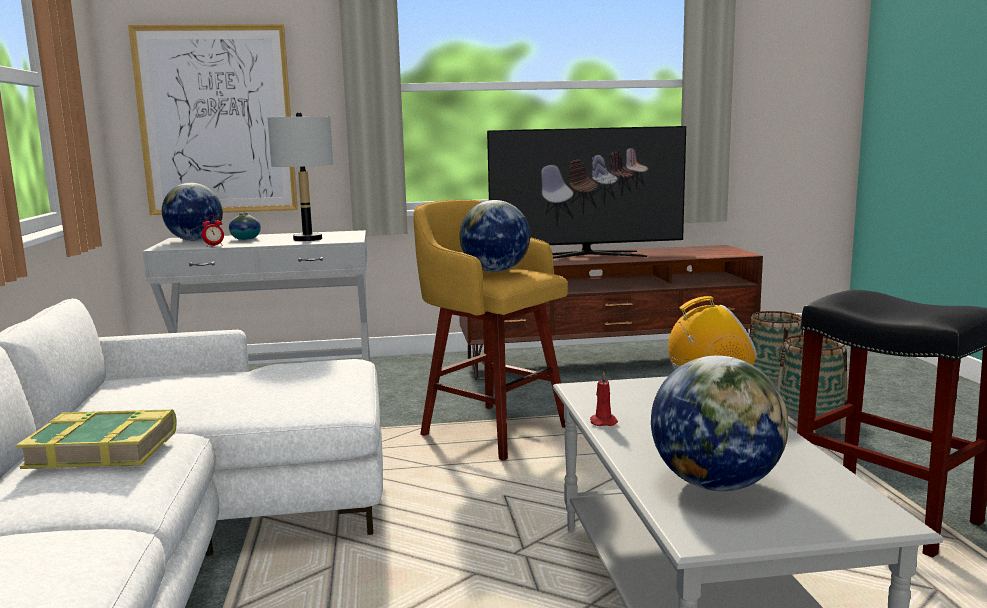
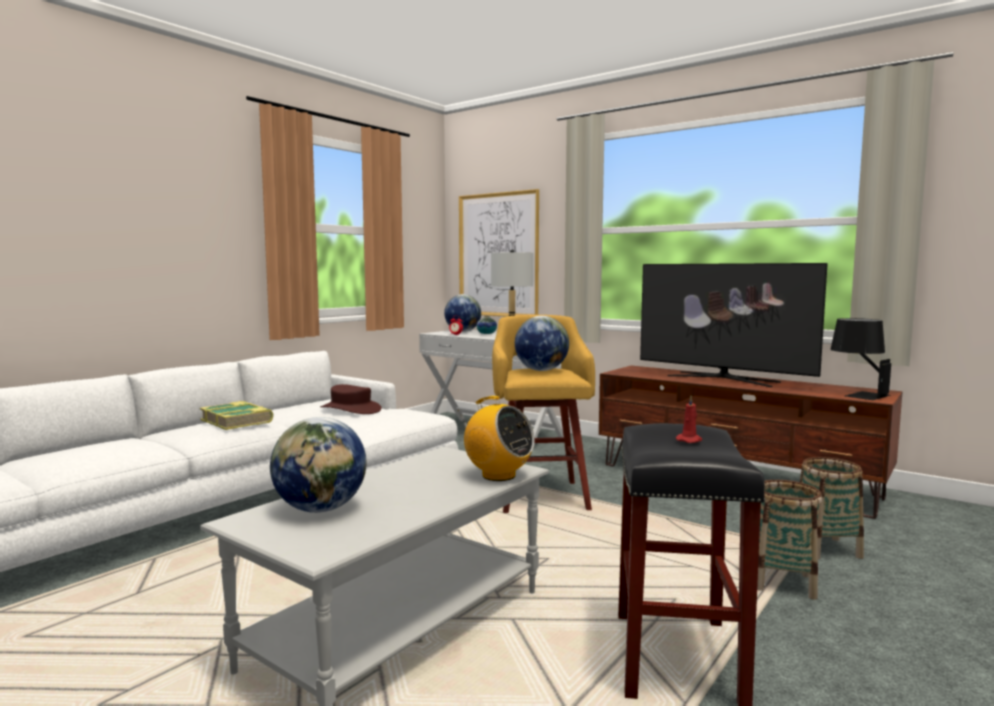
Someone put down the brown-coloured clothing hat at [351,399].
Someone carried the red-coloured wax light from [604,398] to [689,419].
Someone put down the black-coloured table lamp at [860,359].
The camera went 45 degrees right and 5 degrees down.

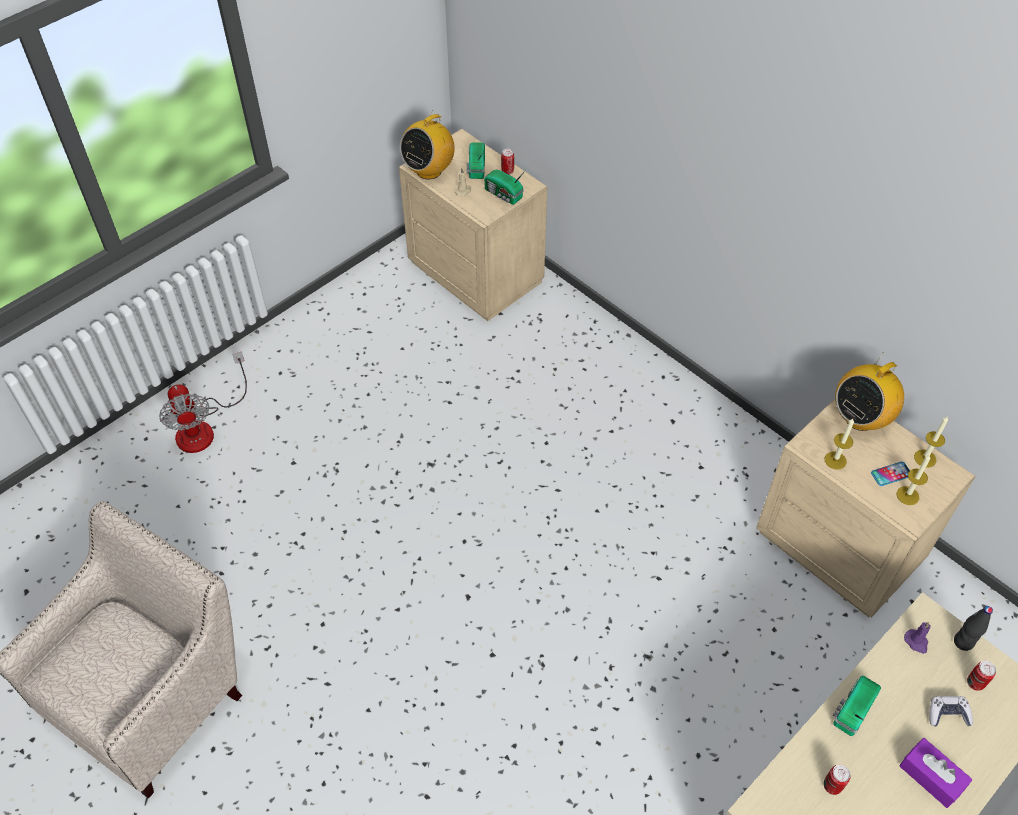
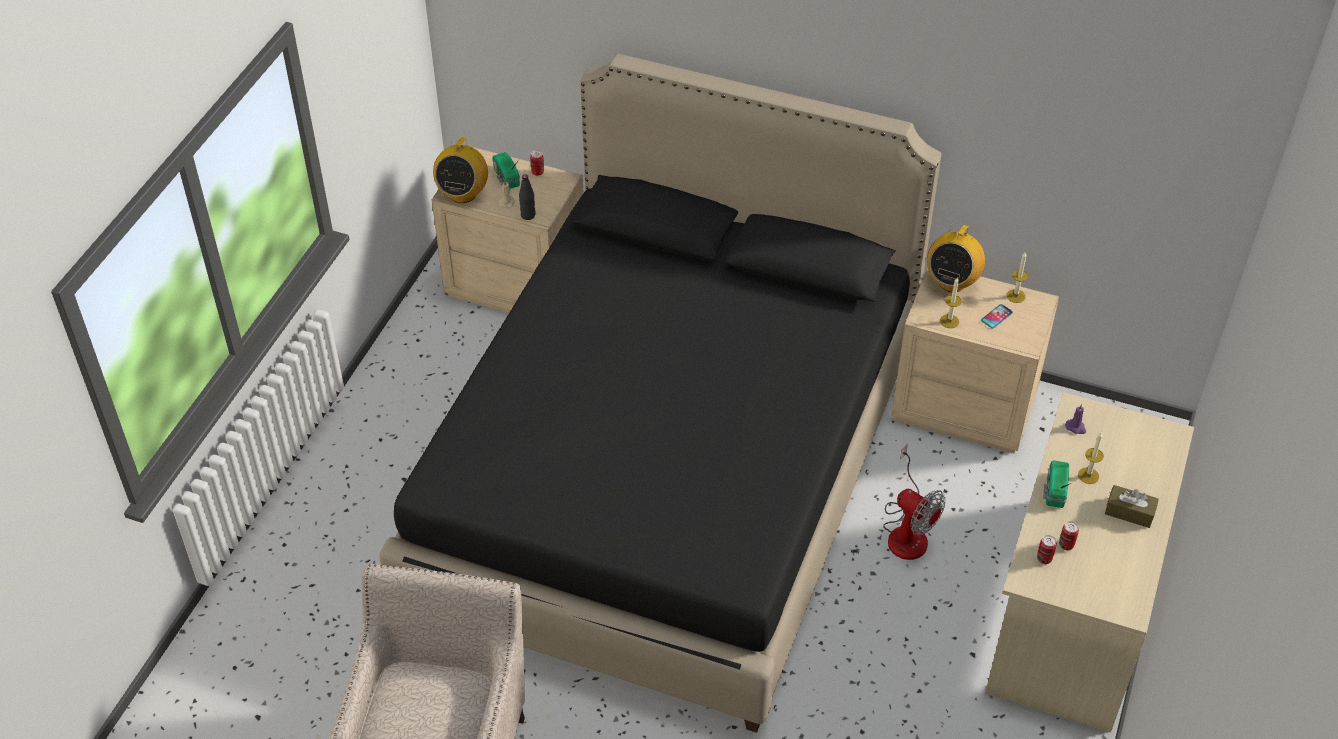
Someone put down the black-coloured sleeping bed at [660,393].
Someone carried the black-coloured beverage bottle from [973,628] to [527,197].
Someone carried the fan from [203,402] to [914,502].
Someone carried the can from [981,676] to [1047,549].
Someone carried the wax light from [914,480] to [1091,458].
Someone repainted the purple tissue box at [935,773], which became the brown-coloured tissue box at [1132,506].
Someone took away the radio receiver at [504,187].
Someone took away the joypad at [951,711].
The camera went 25 degrees left and 5 degrees down.

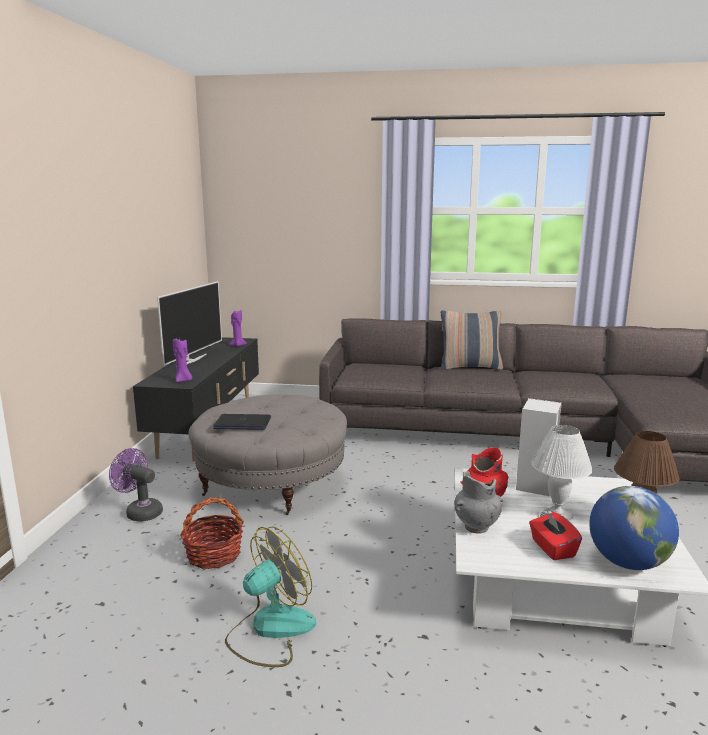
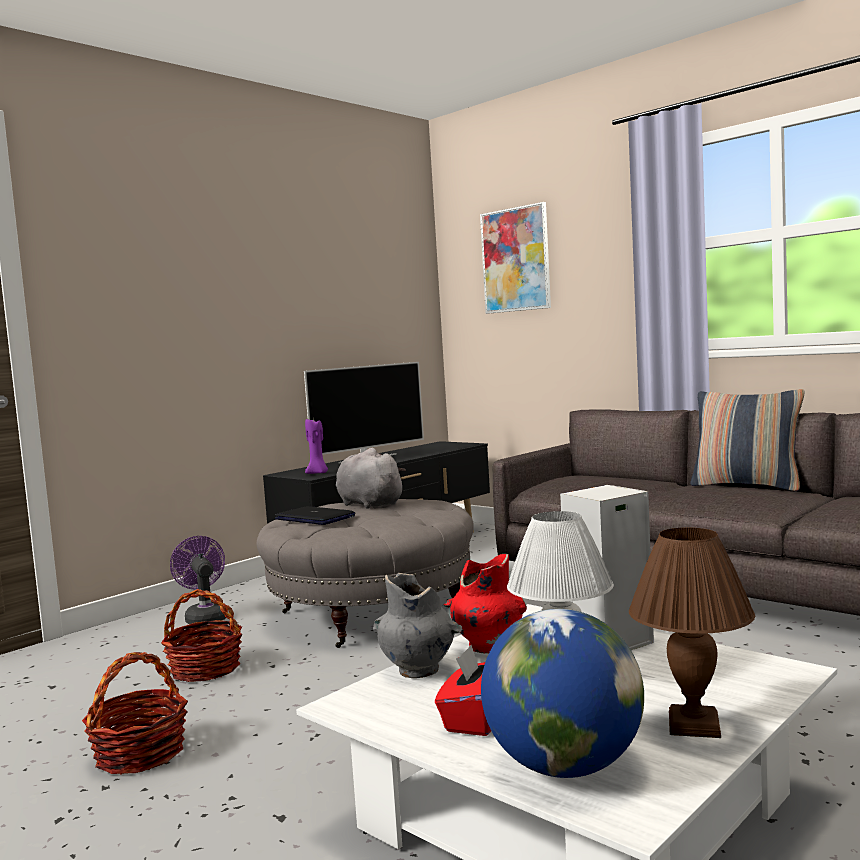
Someone swapped the fan at [270,596] for the household basket at [135,713].
Someone put down the greyish plush toy at [371,478].
Someone put up the wall picture at [515,258].
Someone took away the purple wax light at [238,328].
The camera went 35 degrees right and 10 degrees down.

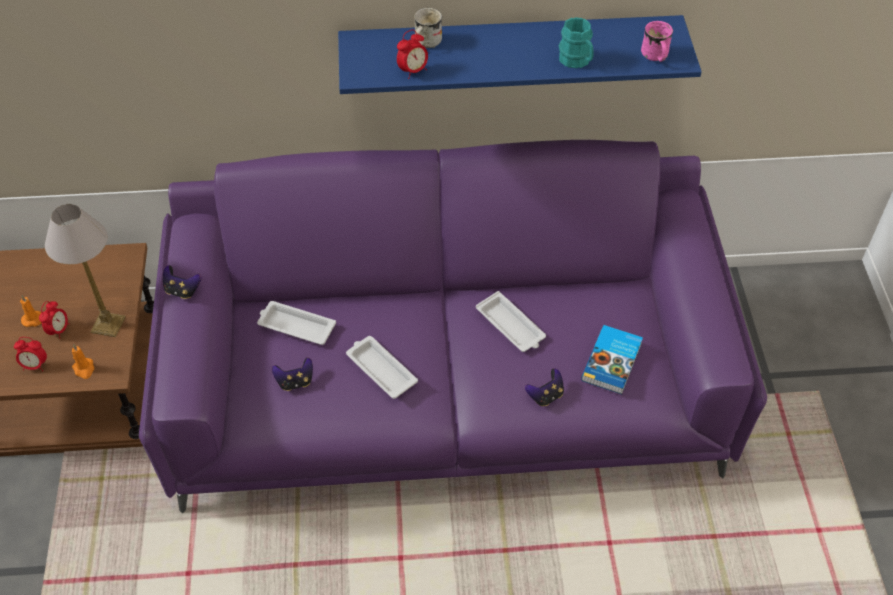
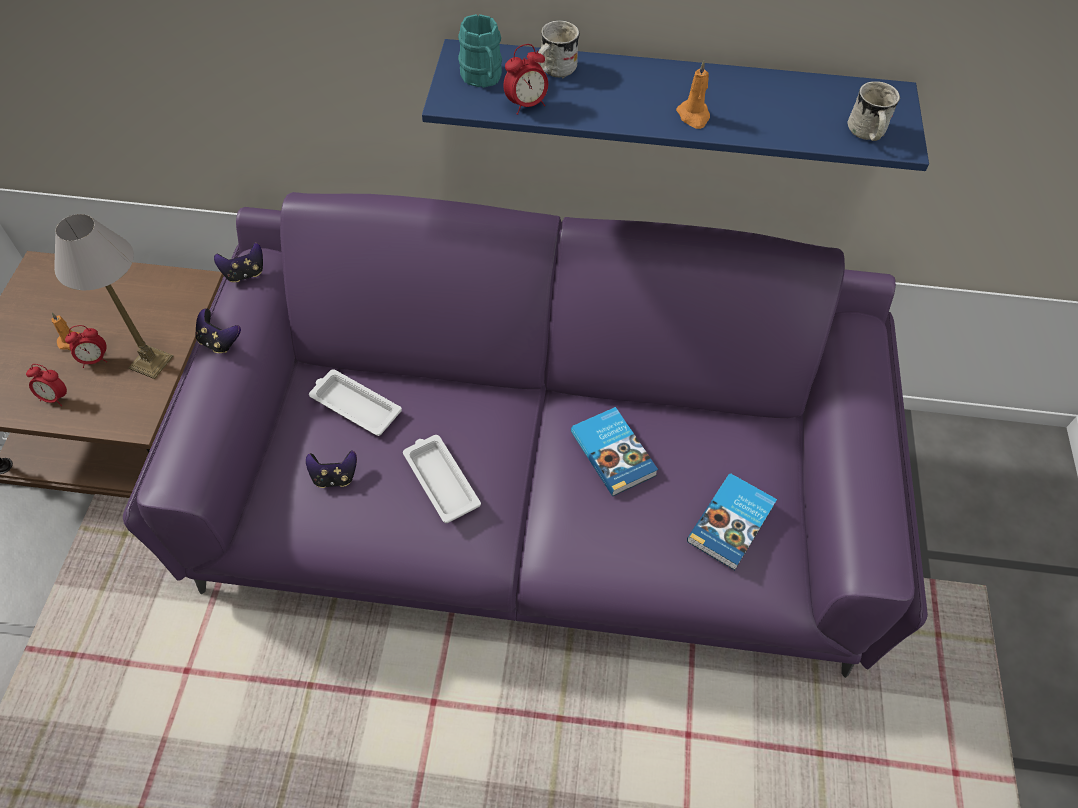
Someone rotated the table clock at [54,320] by 45 degrees clockwise.
Someone carried the joypad from [544,387] to [238,263].
Someone carried the turquoise-coloured coffee mug from [576,42] to [480,51].
Someone swapped the white tray at [511,321] for the book at [614,451].
Someone carried the orange wax light from [83,361] to [693,94].
Someone repainted the pink coffee mug at [657,41], which became the white coffee mug at [873,111].
The camera went 10 degrees right and 5 degrees up.

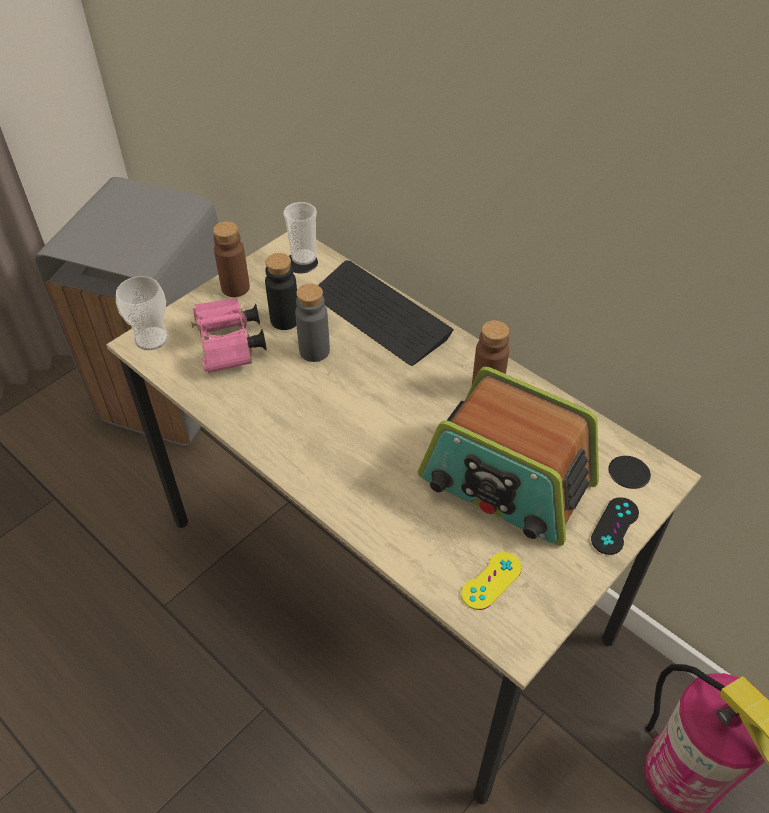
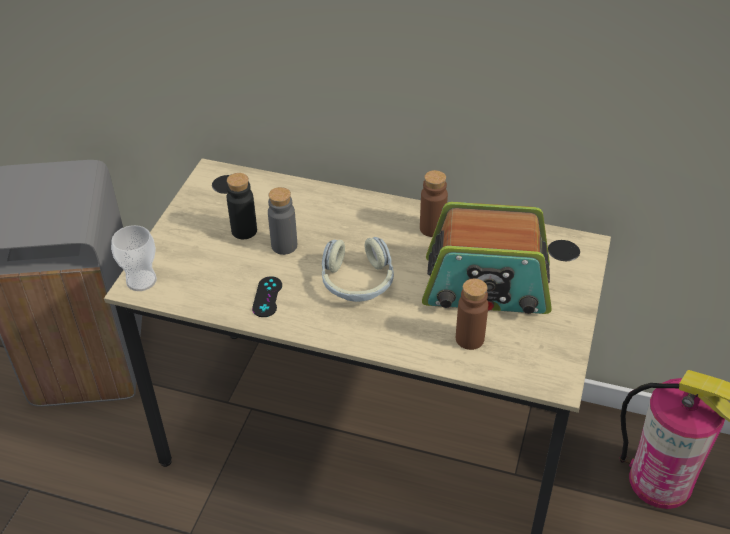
Someone carried the black-coloured joypad from [615,526] to [267,296].
Someone put down the headset at [358,269].
Someone carried the brown-coloured beverage bottle from [231,259] to [472,314].
Someone took away the pink field glasses at [229,335].
Someone took away the small cup at [300,233].
Someone took away the PC keyboard at [386,313].
Someone took away the yellowish joypad at [491,581].
The camera went 25 degrees left and 5 degrees down.

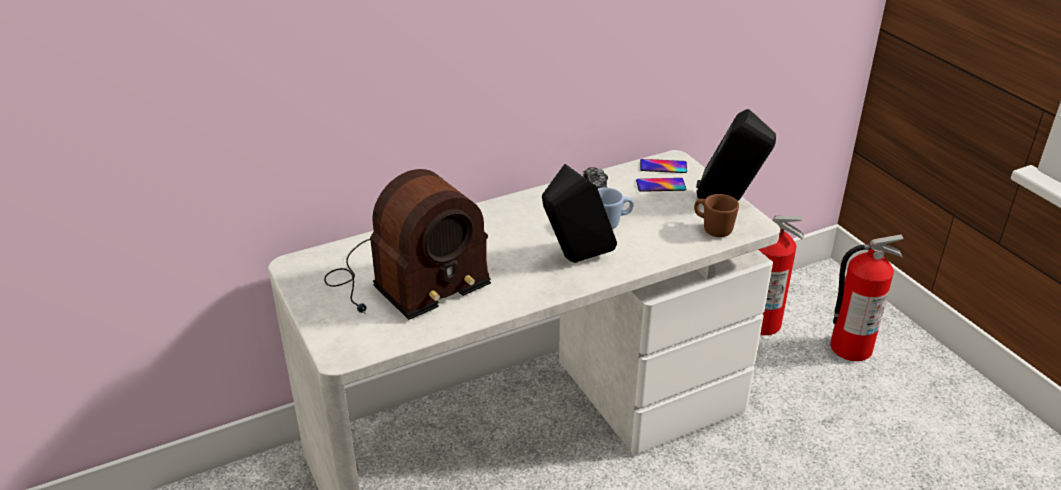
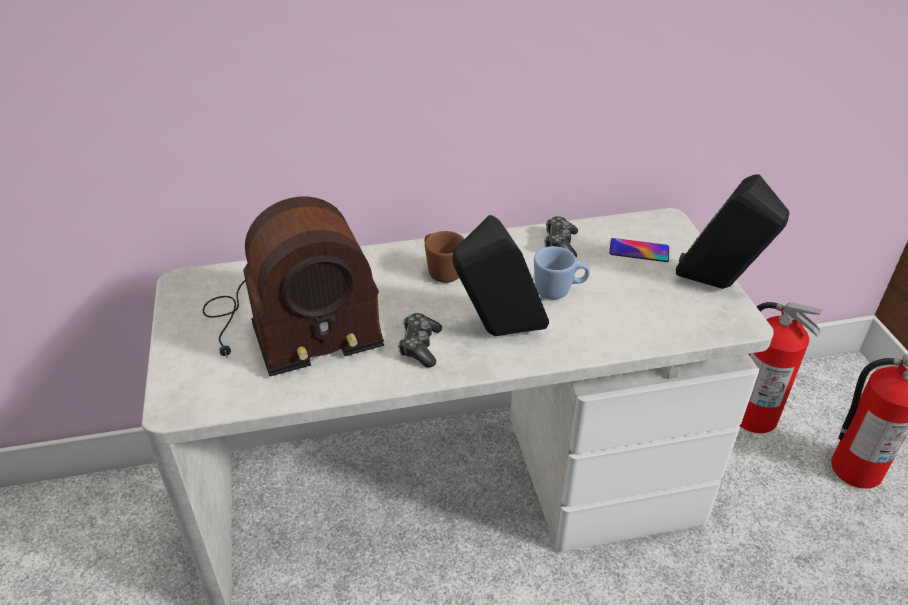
Someone put down the joypad at [420,340].
Someone carried the brown-coloured coffee mug from [716,215] to [444,257].
Someone took away the handset at [663,166].
The camera went 15 degrees right and 5 degrees up.

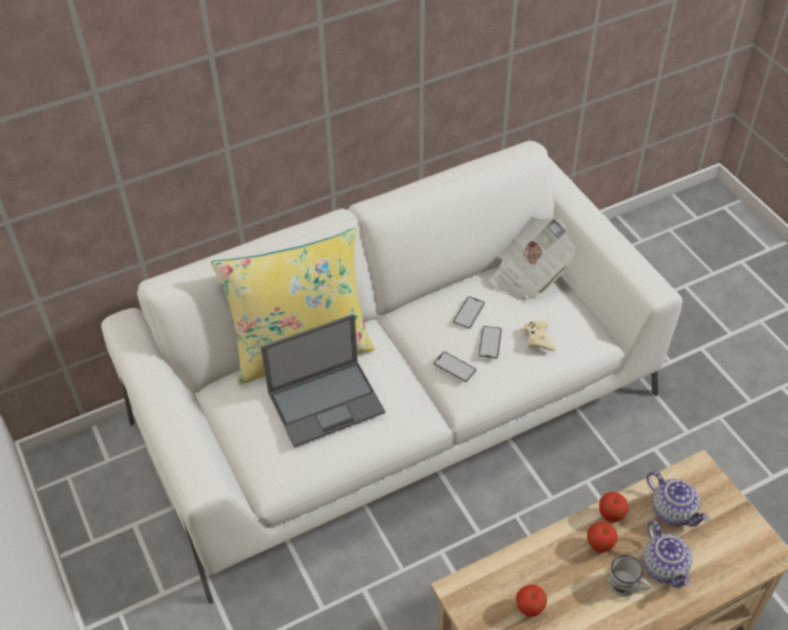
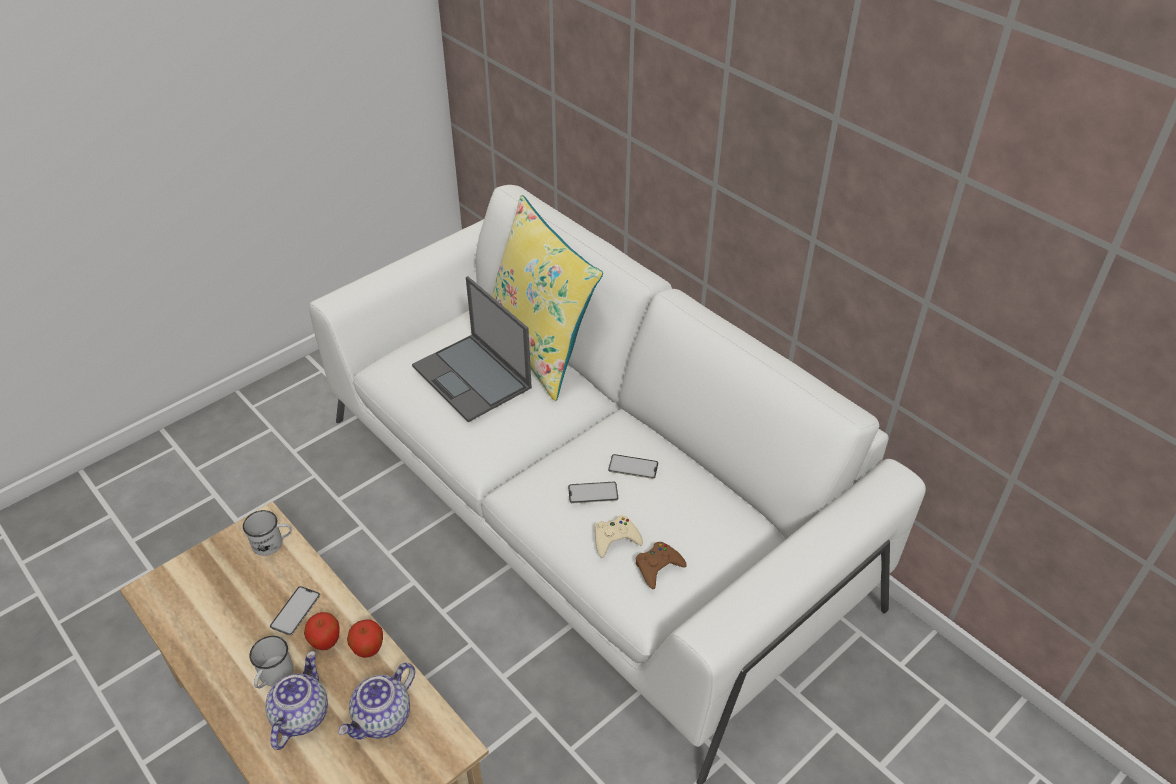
Someone put down the white coffee mug at [267,533].
Someone rotated the pot for tea at [667,554] by 135 degrees clockwise.
Someone carried the handset from [455,367] to [295,611].
Someone put down the brown-coloured joypad at [661,565].
Someone took away the printed paper at [533,258].
Someone took away the apple fruit at [531,601].
The camera went 75 degrees right and 5 degrees down.

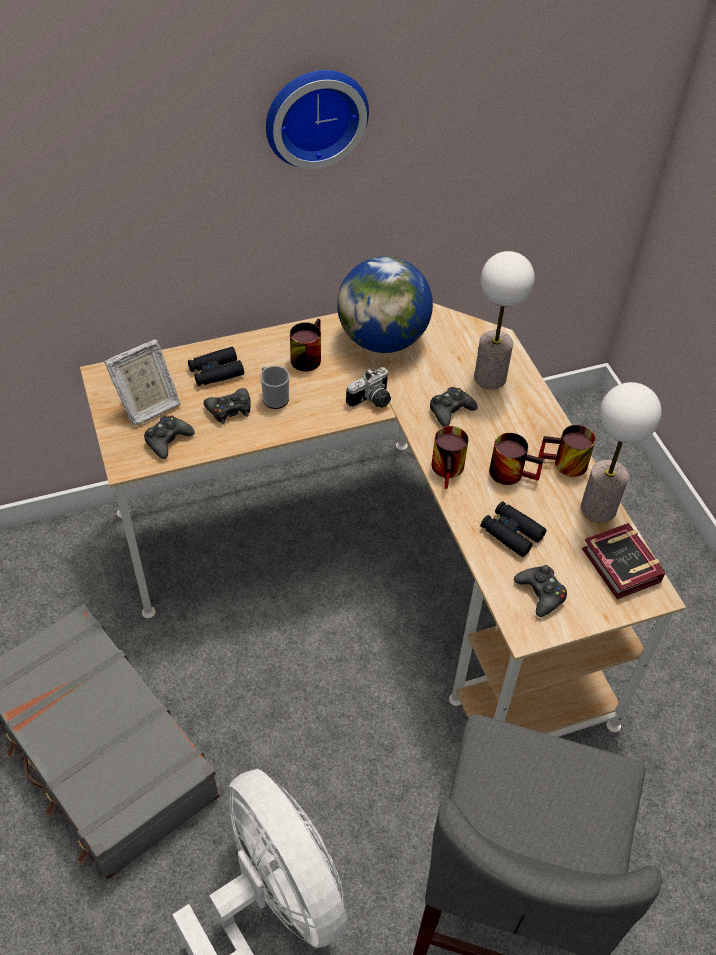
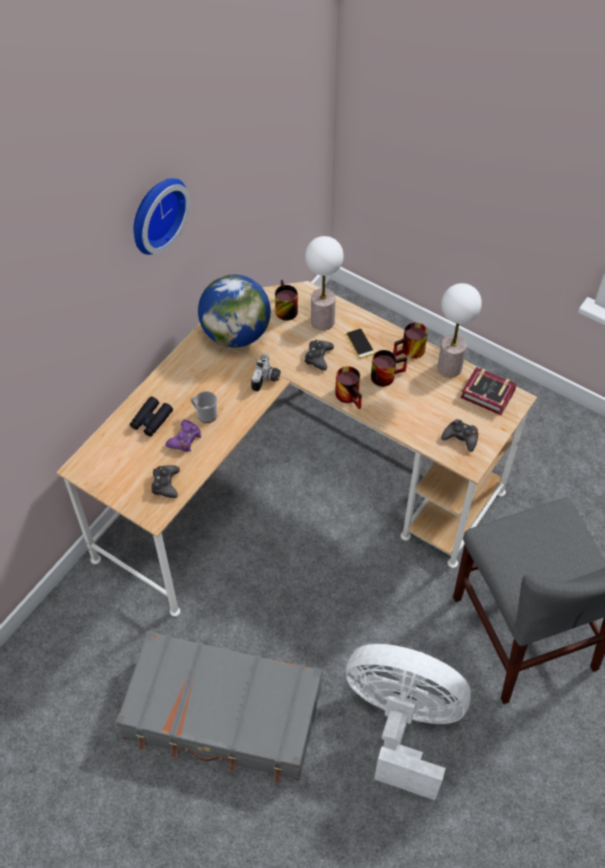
Someone repainted the black-coloured joypad at [227,406], which became the purple joypad at [183,436].
Someone carried the coffee mug from [305,345] to [286,300].
Someone put down the handset at [360,343].
Someone took away the photo frame at [142,382].
Someone took away the black-coloured field glasses at [513,529].
The camera went 35 degrees left and 5 degrees up.

